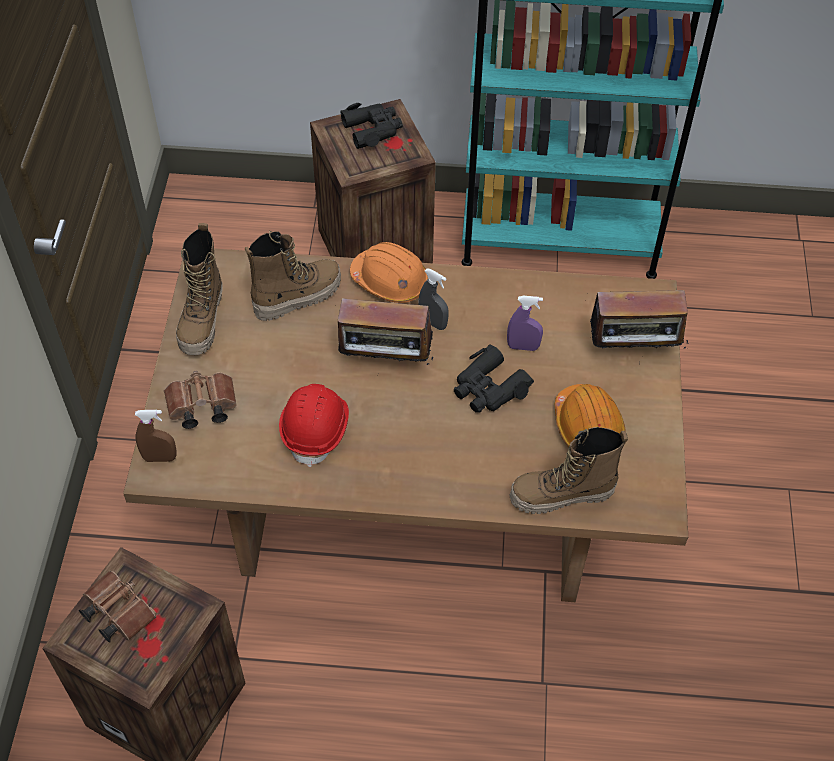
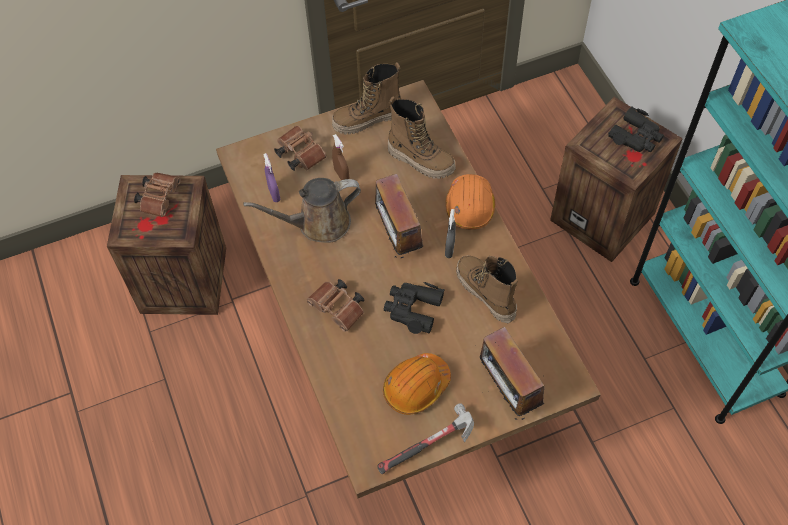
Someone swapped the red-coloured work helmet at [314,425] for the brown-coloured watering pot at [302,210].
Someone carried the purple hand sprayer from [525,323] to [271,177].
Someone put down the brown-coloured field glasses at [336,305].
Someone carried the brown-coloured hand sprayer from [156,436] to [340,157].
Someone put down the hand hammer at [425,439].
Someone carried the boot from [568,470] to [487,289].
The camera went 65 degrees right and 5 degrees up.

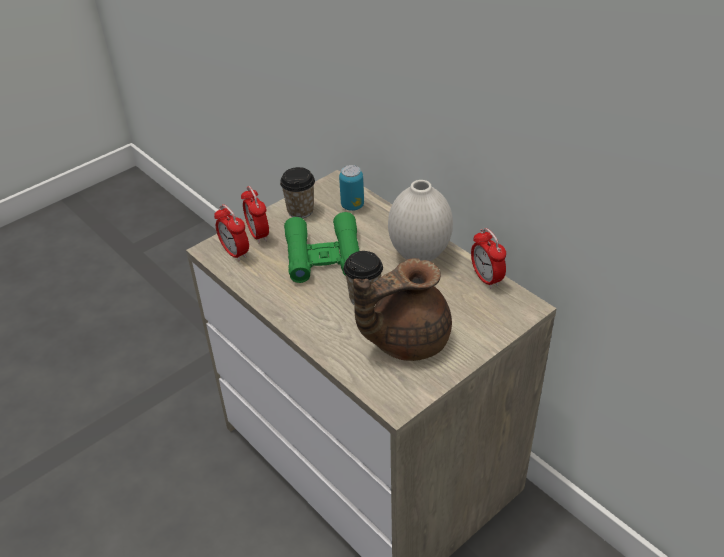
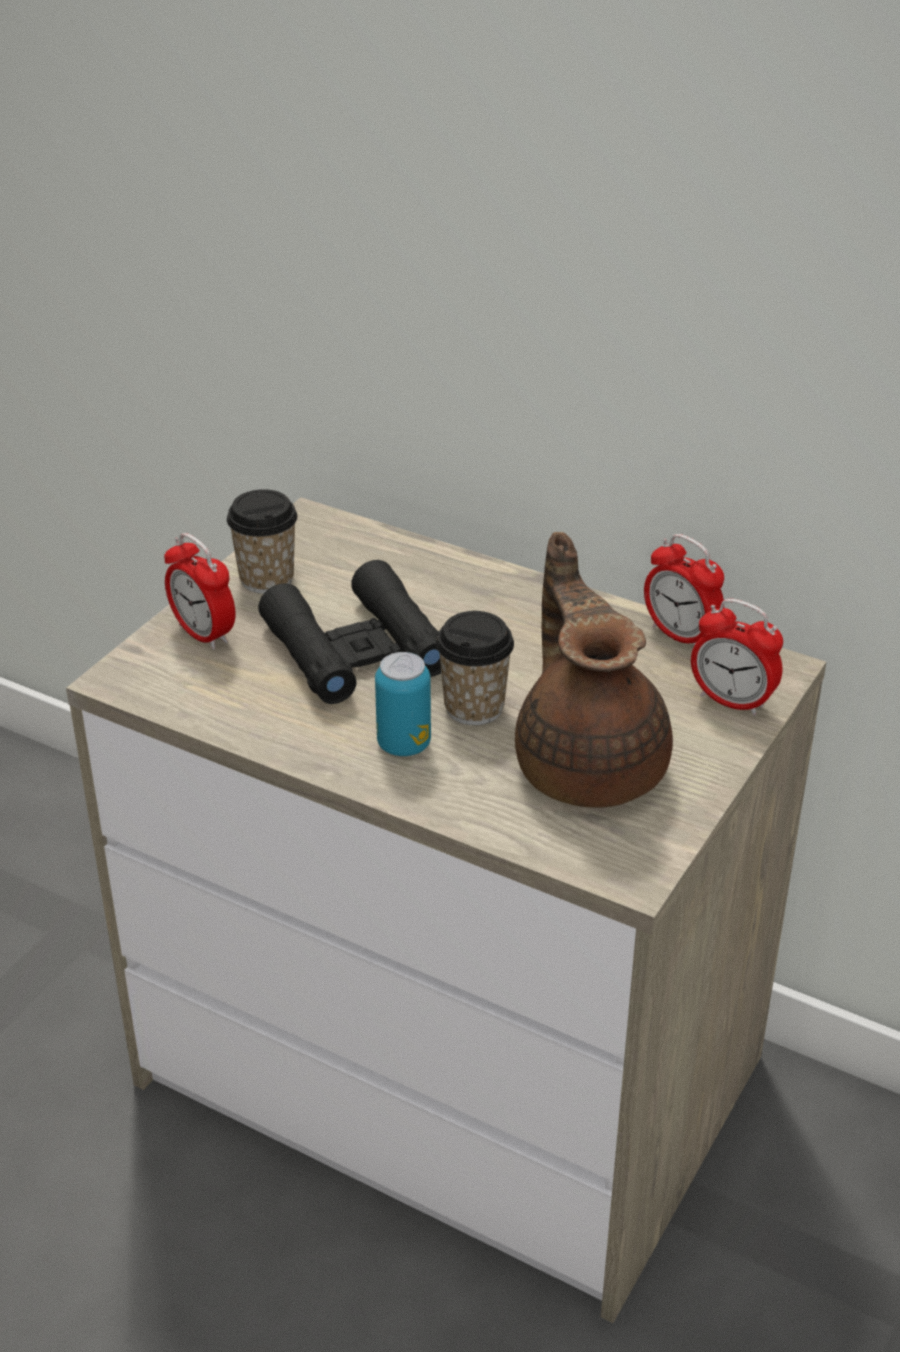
Someone repainted the greenish field glasses at [321,247], which became the black-coloured field glasses at [349,632].
Someone carried the can from [351,188] to [403,704].
Someone rotated the brown-coloured pot for tea at [403,309] by 120 degrees clockwise.
Someone carried the table clock from [231,232] to [737,657].
Someone took away the white decorative vase at [420,220].
The camera went 20 degrees left and 5 degrees down.

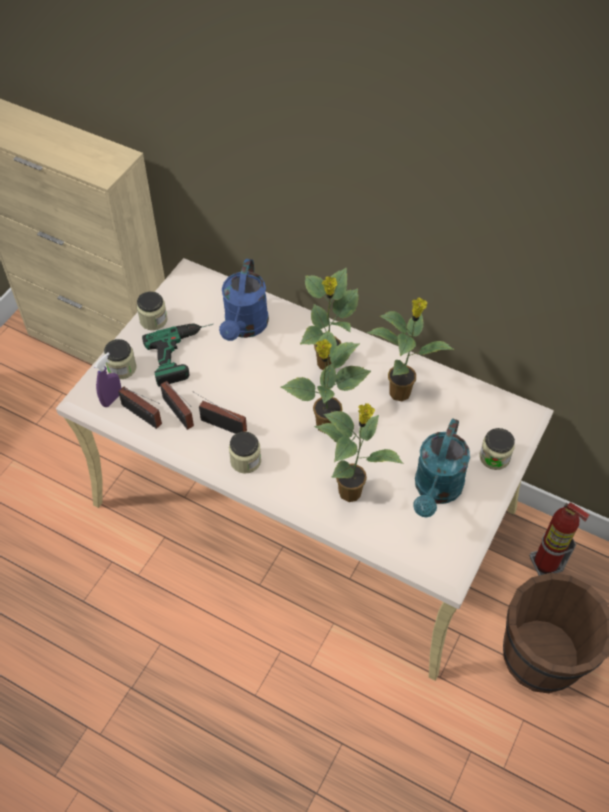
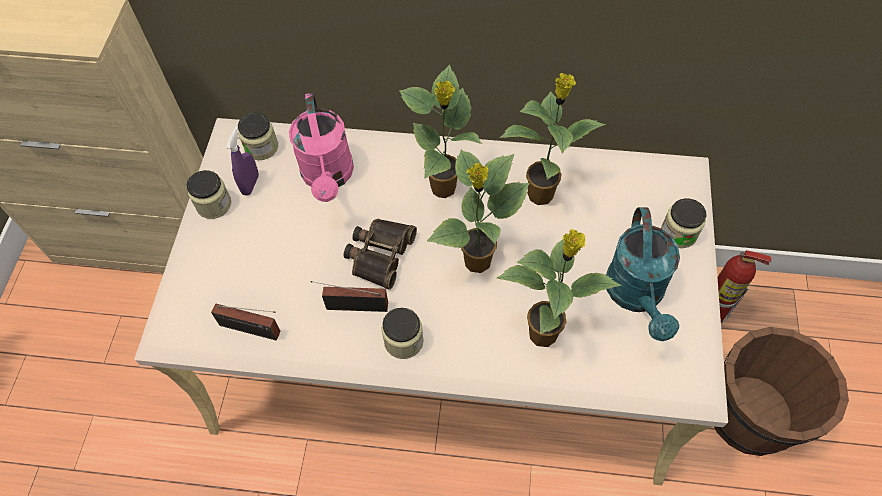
Someone carried the purple hand sprayer from [107,379] to [242,161].
Someone carried the preserve jar from [120,359] to [258,136].
Someone repainted the bluish watering pot at [244,300], which became the pink watering pot at [321,147].
Someone put down the field glasses at [380,254].
Someone took away the electric drill at [177,355].
Someone took away the radio receiver at [177,405].
The camera went 20 degrees left and 5 degrees up.

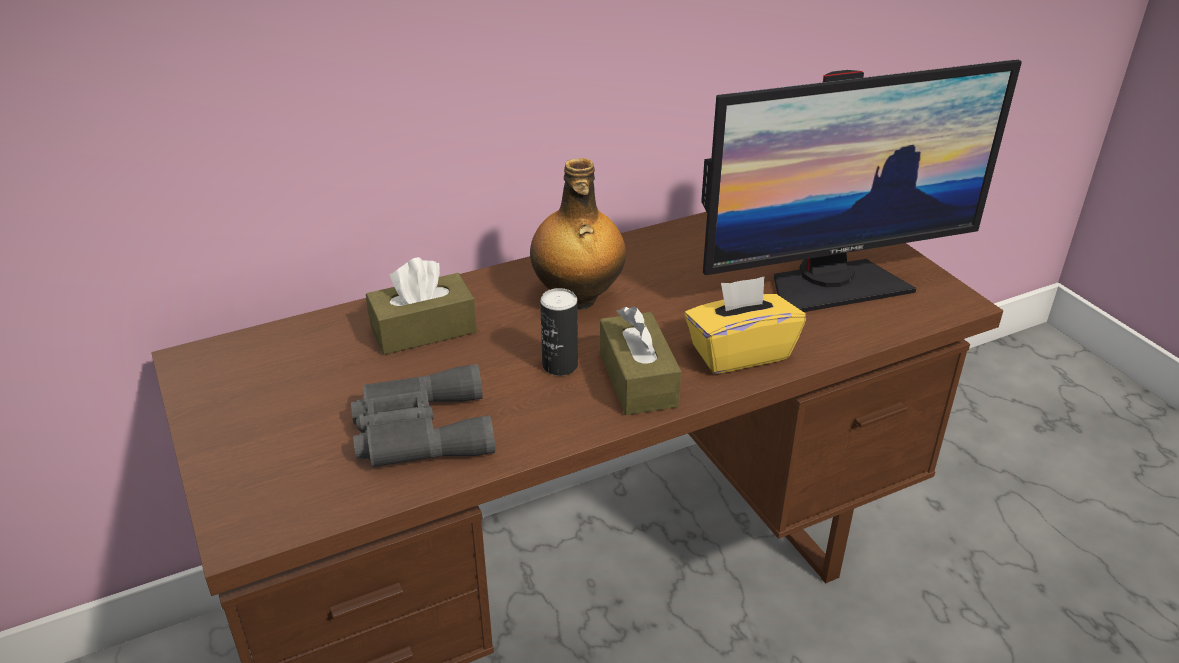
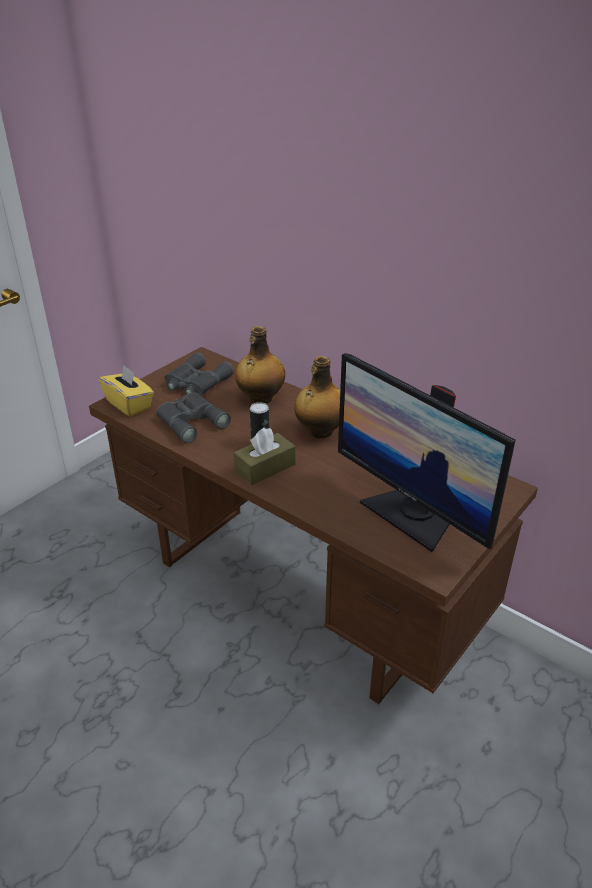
Someone carried the yellowish tissue box from [745,325] to [126,391].
Someone put down the greyish field glasses at [199,373].
Someone swapped the brown-coloured tissue box at [421,306] for the beverage bottle at [260,365].
The camera went 65 degrees right and 0 degrees up.

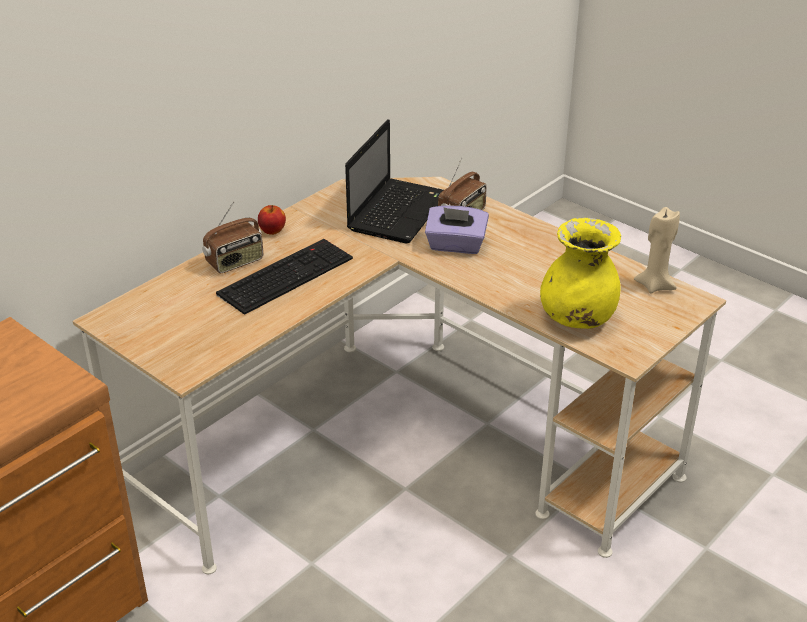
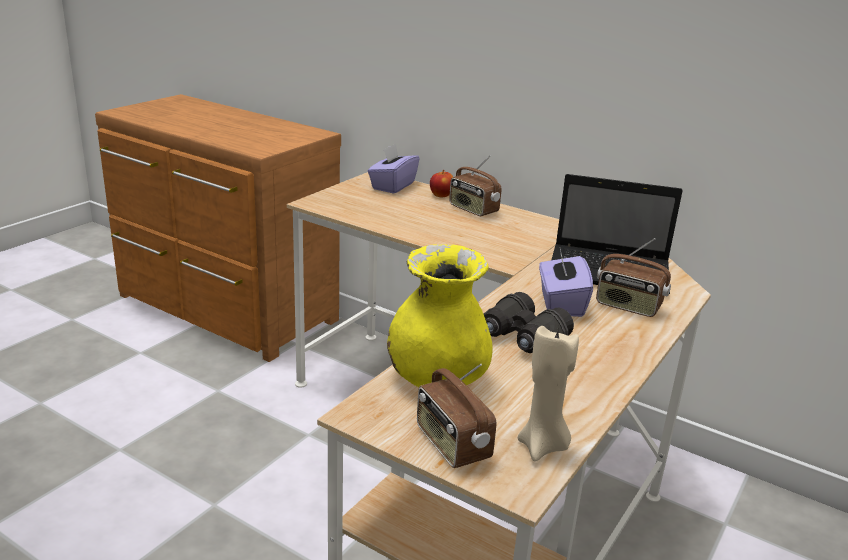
Someone put down the purple tissue box at [394,168].
Someone put down the radio receiver at [456,415].
Someone carried the apple fruit from [272,220] to [441,183].
Someone put down the black-coloured field glasses at [529,322].
Someone took away the PC keyboard at [284,277].
The camera went 80 degrees right and 10 degrees down.

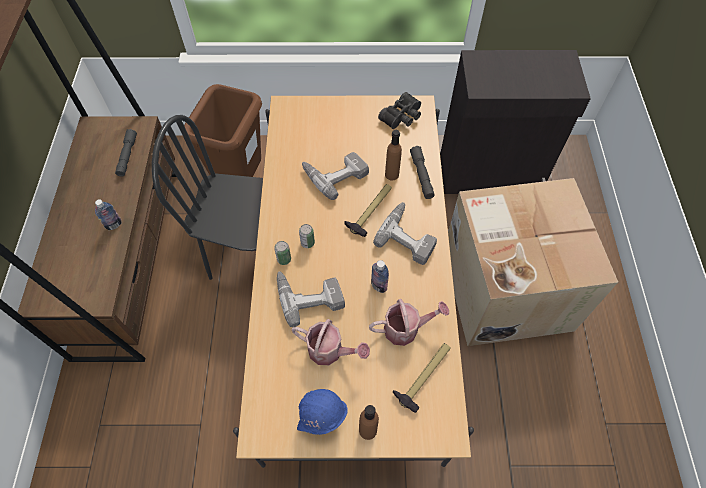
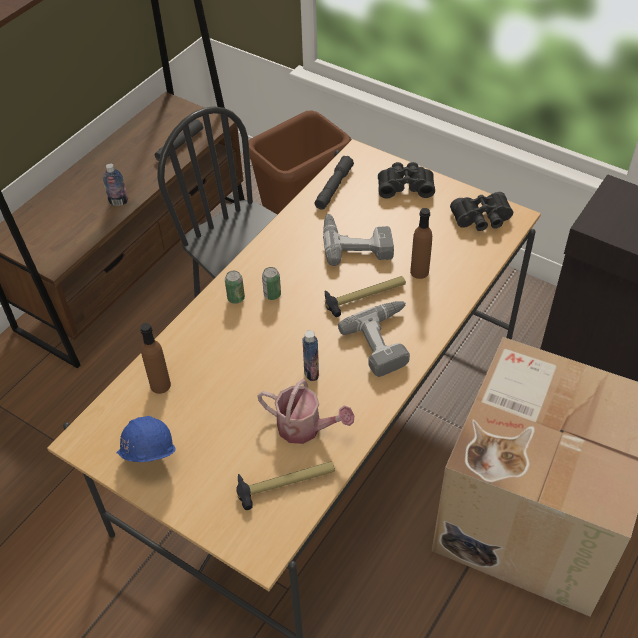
Someone carried the brown-coloured beverage bottle from [369,422] to [155,358].
Someone carried the greyish torch from [422,172] to [334,183].
Someone put down the black-coloured field glasses at [406,180].
Someone took away the electric drill at [311,299].
Someone took away the watering pot at [330,342].
The camera went 35 degrees right and 10 degrees down.

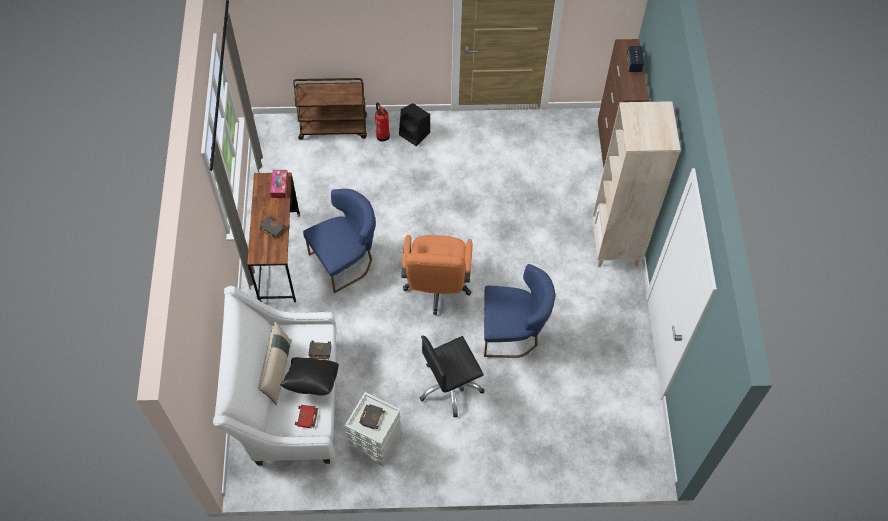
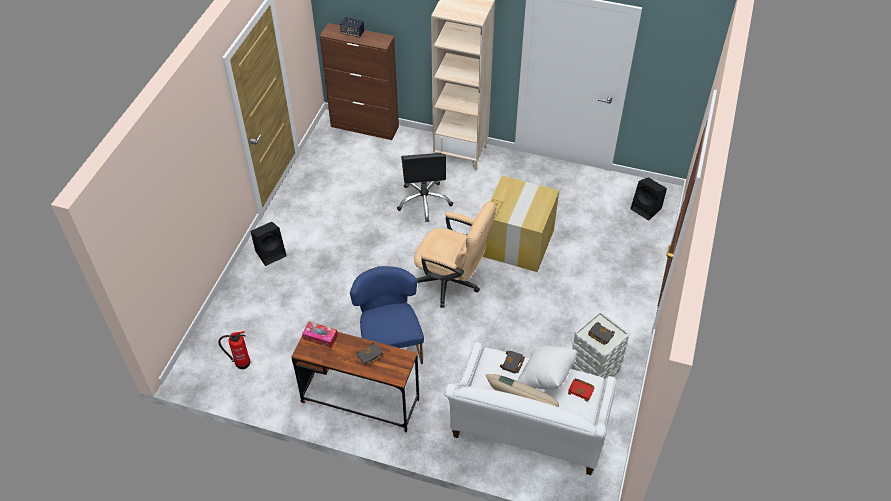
Someone carried the extinguisher from [382,122] to [234,350].
Someone carried the black-coloured office chair from [452,376] to [425,187].
Someone repainted the orange office chair at [436,275], which became the beige office chair at [455,254].
Someone swapped the bluish plain chair at [520,311] for the cardboard box at [521,224].
Someone repainted the black-coloured throw pillow at [310,376], which became the white throw pillow at [547,367].
Someone put down the black-coloured speaker at [648,199].
Someone took away the brown-coloured cart at [330,109].
The camera went 70 degrees left and 10 degrees down.

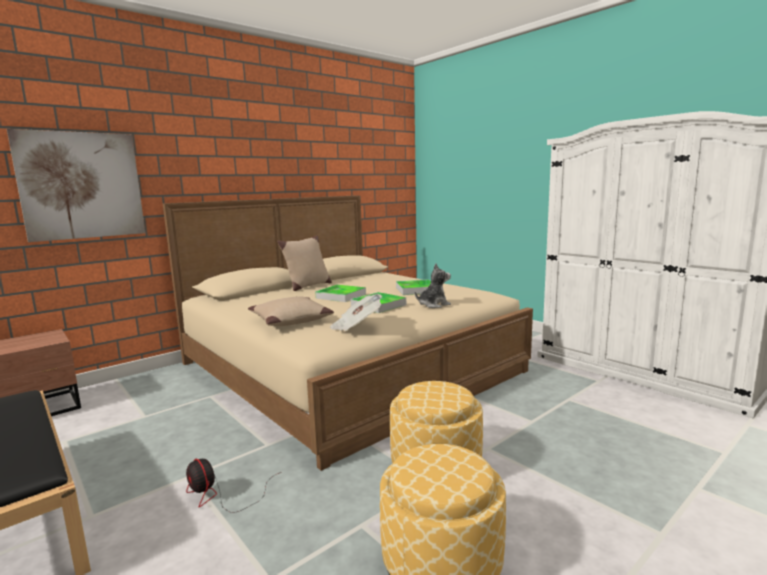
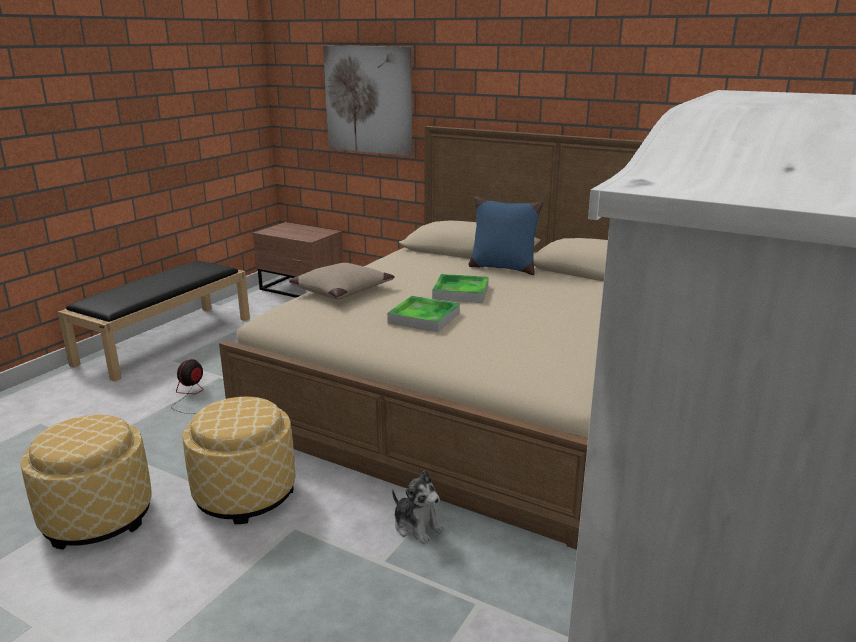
Someone carried the plush toy from [433,285] to [418,507].
Someone repainted the beige throw pillow at [304,263], which became the bluish throw pillow at [506,236].
Someone took away the printed paper at [356,312].
Someone took away the tray at [413,287].
The camera went 70 degrees right and 10 degrees up.

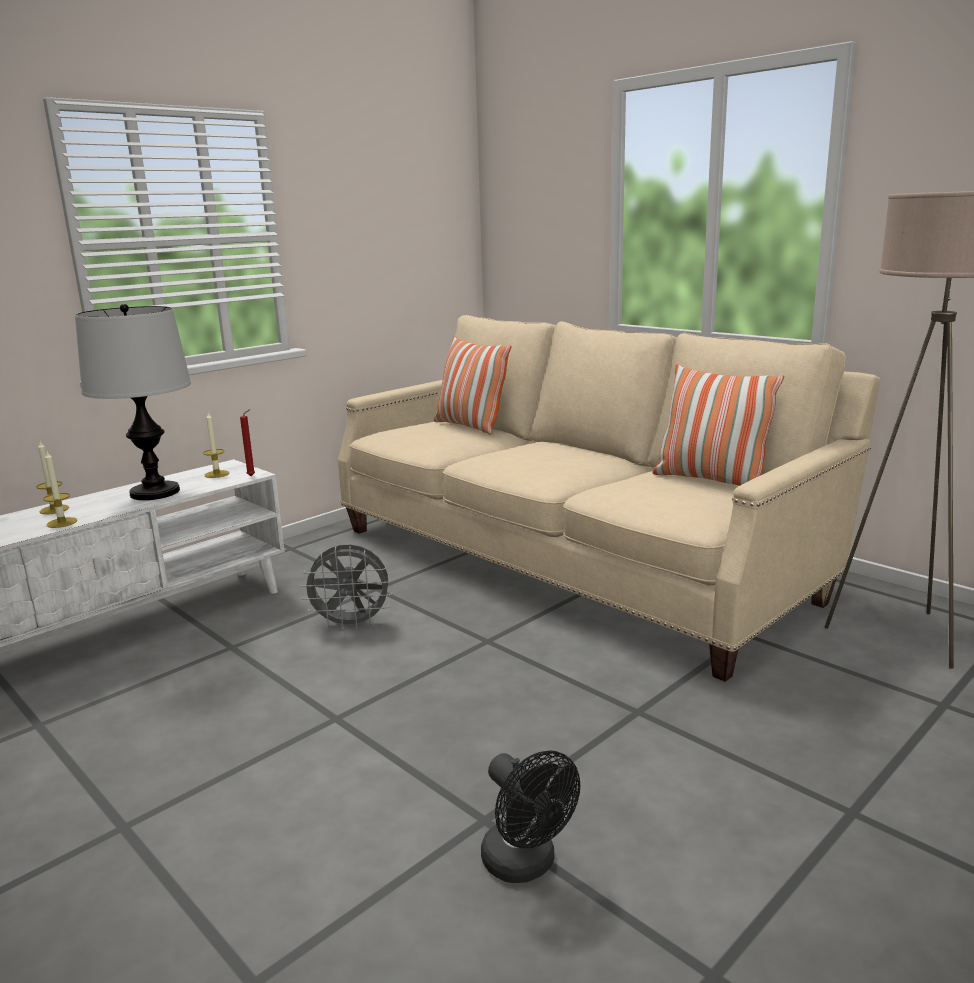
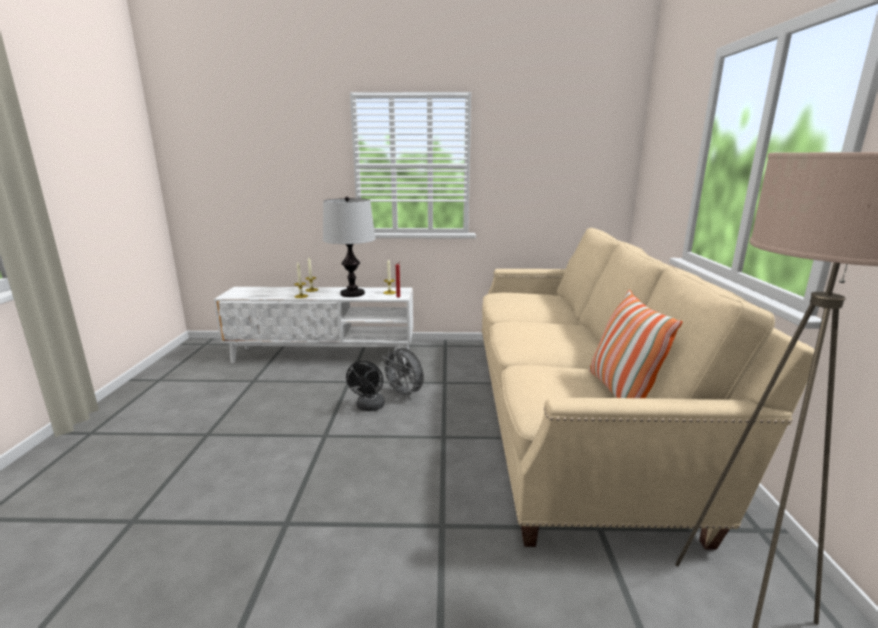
Someone carried the black-coloured fan from [530,816] to [365,386].
Someone took away the throw pillow at [473,385].
The camera went 45 degrees right and 0 degrees up.

